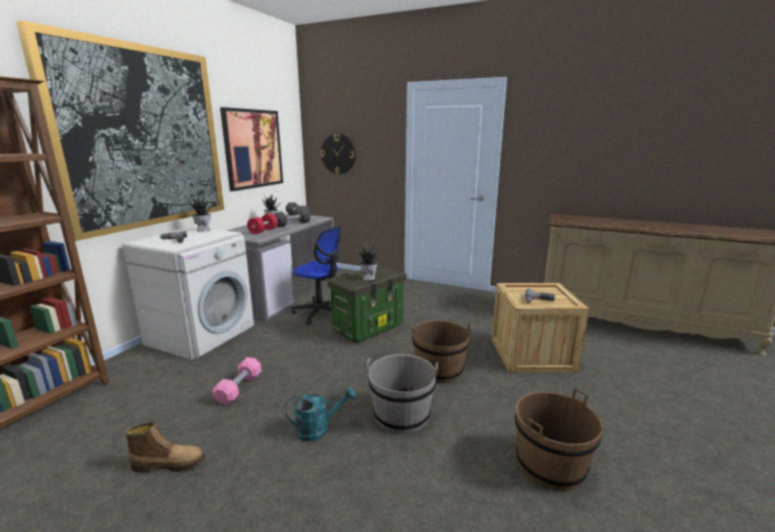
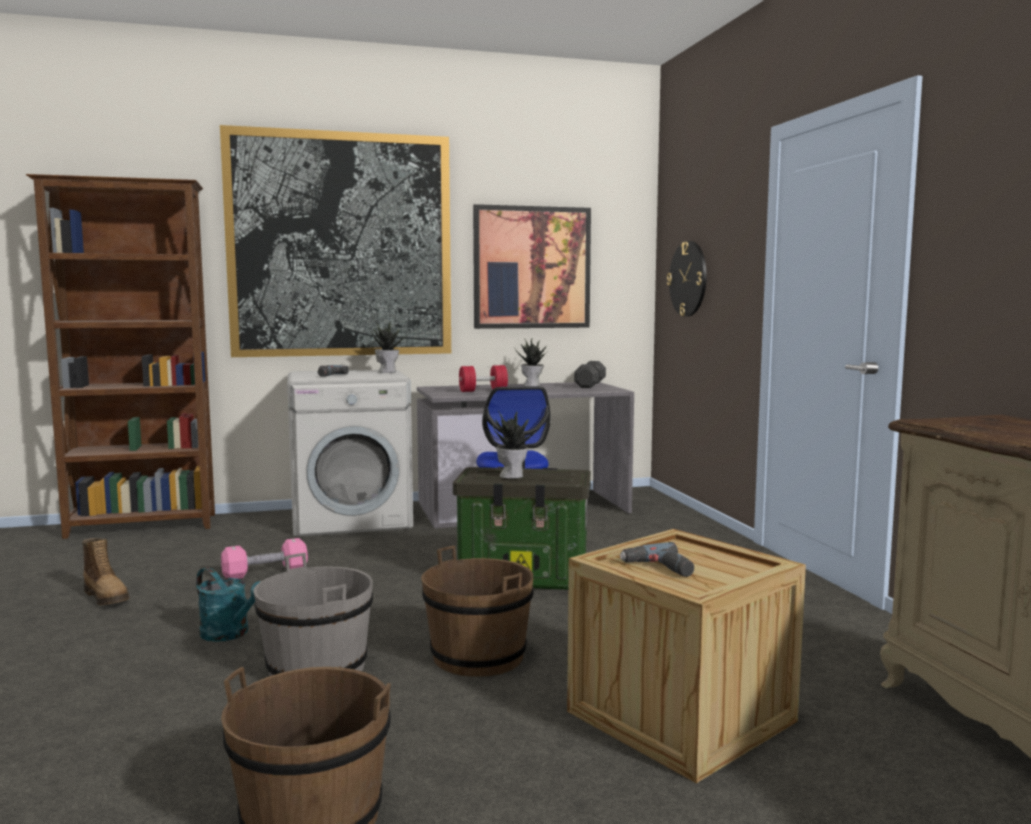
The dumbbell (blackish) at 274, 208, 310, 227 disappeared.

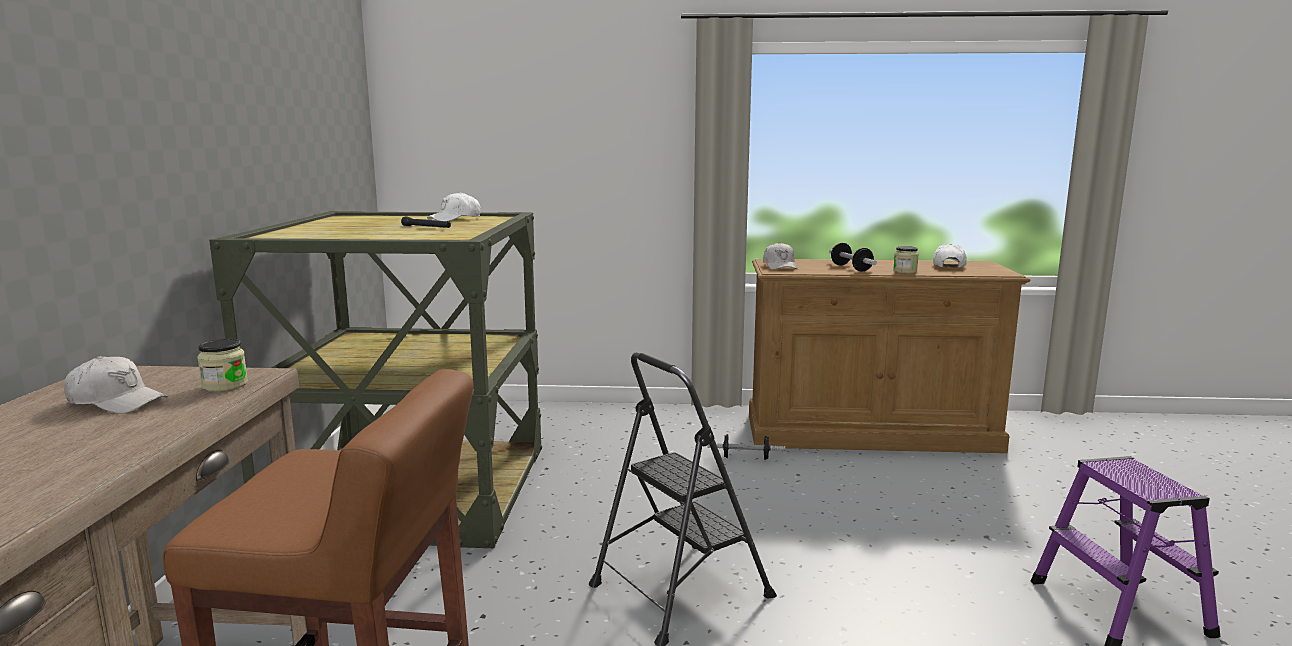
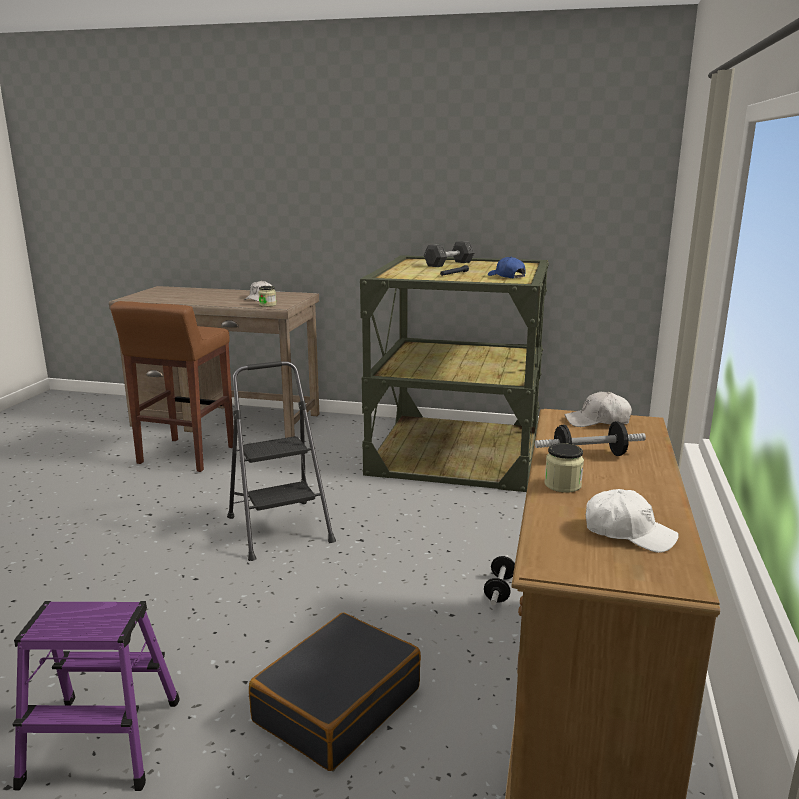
The travel case (blackish) at 249, 613, 421, 771 appeared.
The dumbbell (greyish) at 424, 241, 475, 267 appeared.
The peaked cap (white) at 427, 192, 481, 221 became the peaked cap (blue-coloured) at 488, 257, 526, 278.

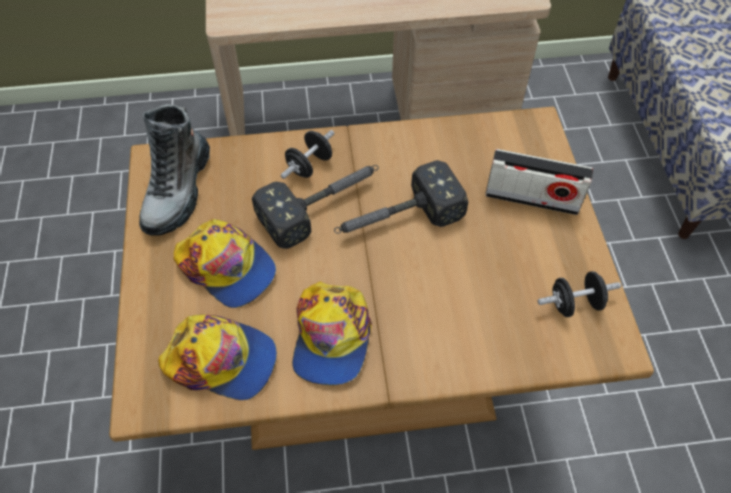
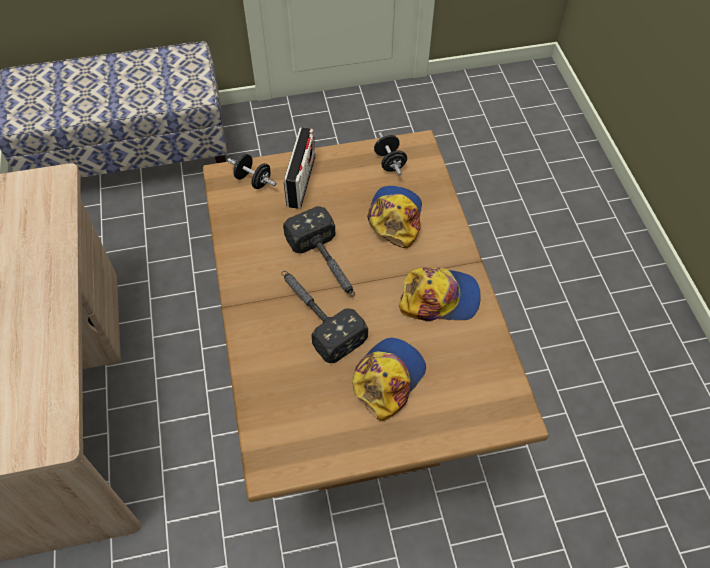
The dumbbell (blackish) moved from 281, 130, 334, 179 to 227, 154, 276, 189.
The peaked cap moved from 158, 314, 277, 400 to 367, 186, 422, 248.
The high-top boot at 139, 104, 210, 236 disappeared.

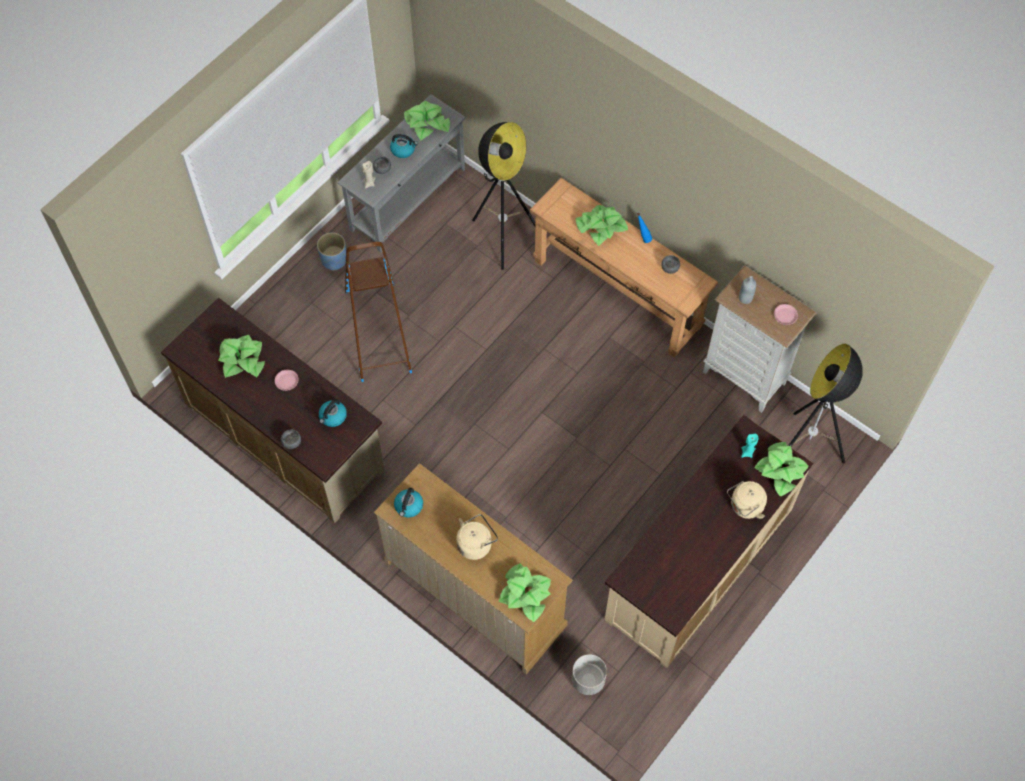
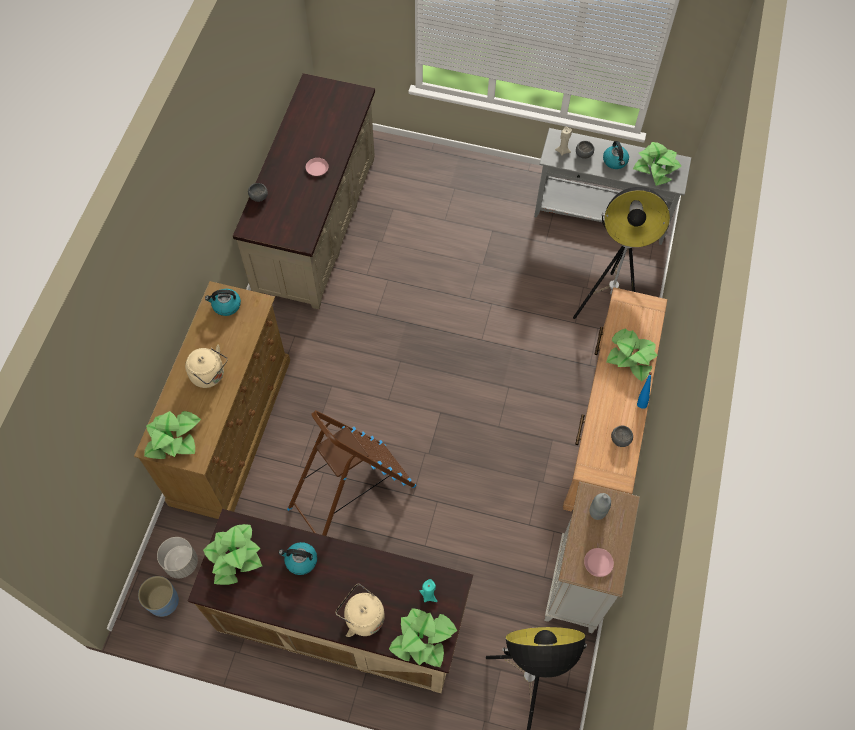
The flower pot (blue-coloured) moved from 317, 232, 346, 271 to 138, 576, 179, 617.
The plant in a pot moved from 218, 335, 265, 378 to 203, 524, 262, 585.
The water kettle moved from 319, 399, 347, 427 to 279, 542, 317, 575.
The step ladder (brown) moved from 345, 242, 412, 382 to 287, 410, 417, 536.

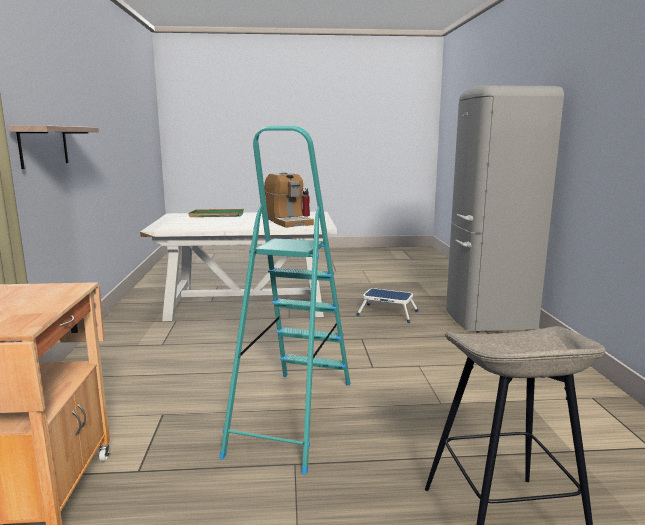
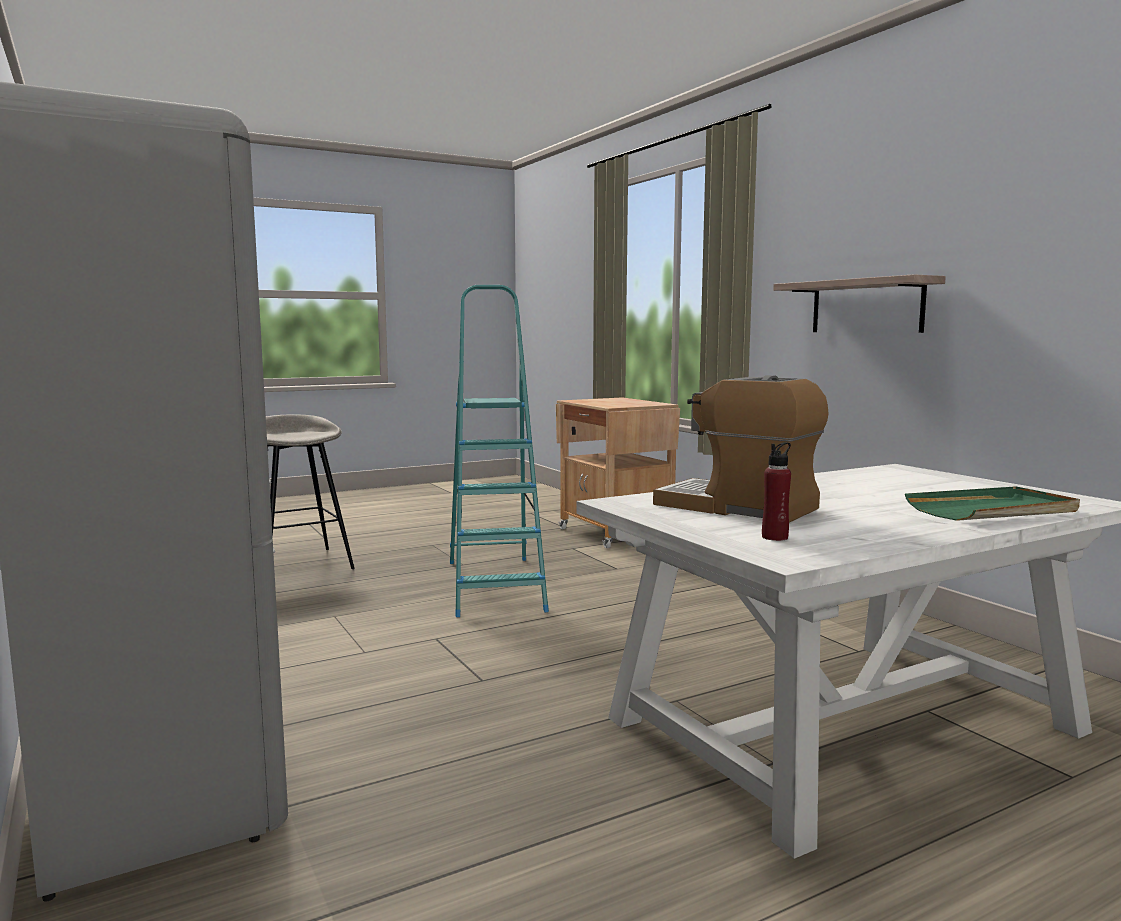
The step ladder (blue-coloured) at 356, 288, 418, 323 disappeared.

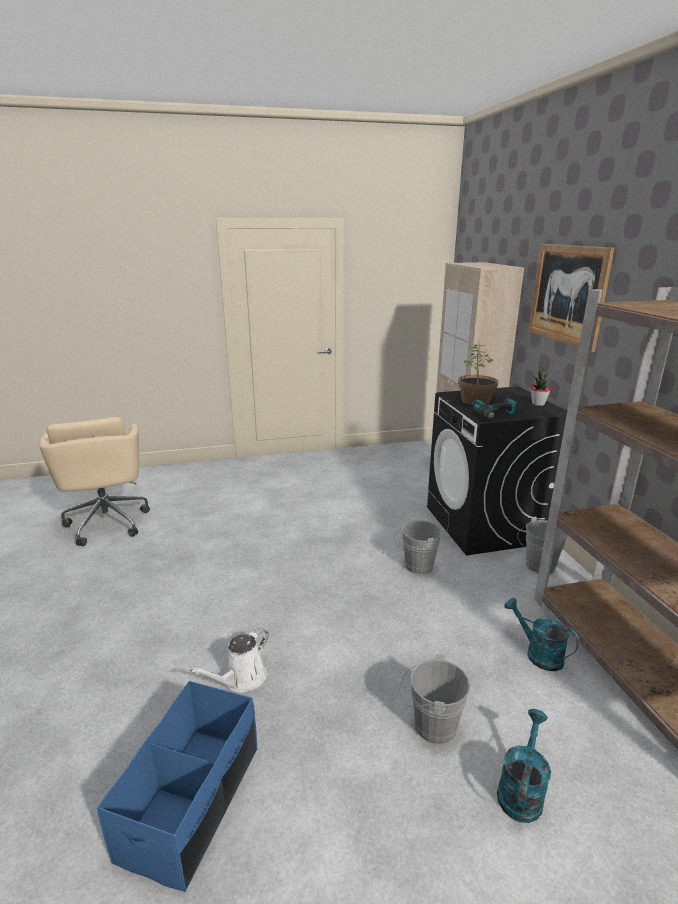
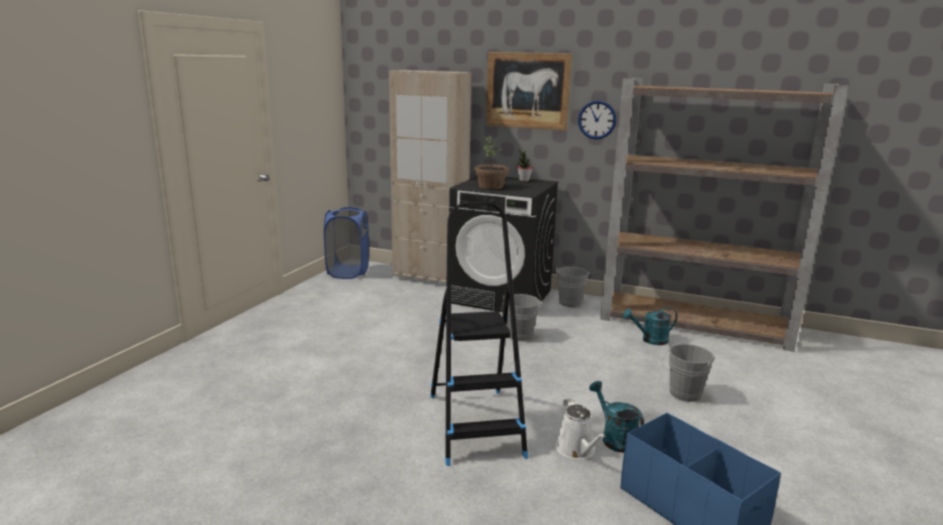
The laundry basket (blue-coloured) at 324, 207, 369, 279 appeared.
The step ladder (blackish) at 430, 202, 528, 466 appeared.
The wall clock at 578, 100, 616, 139 appeared.
The sprinkling can (turquoise) moved from 497, 709, 551, 823 to 589, 381, 644, 453.
The desk chair (sand-coloured) at 39, 417, 150, 546 disappeared.
The power drill at 471, 398, 517, 419 disappeared.

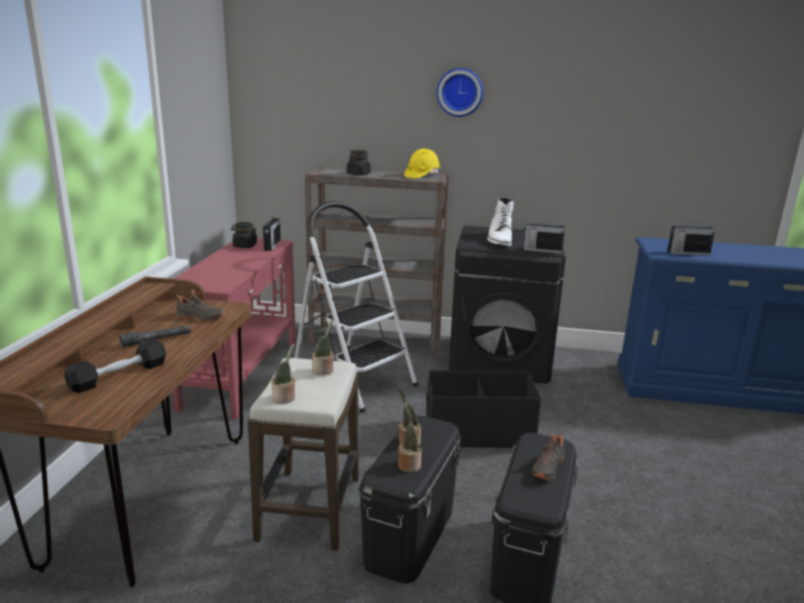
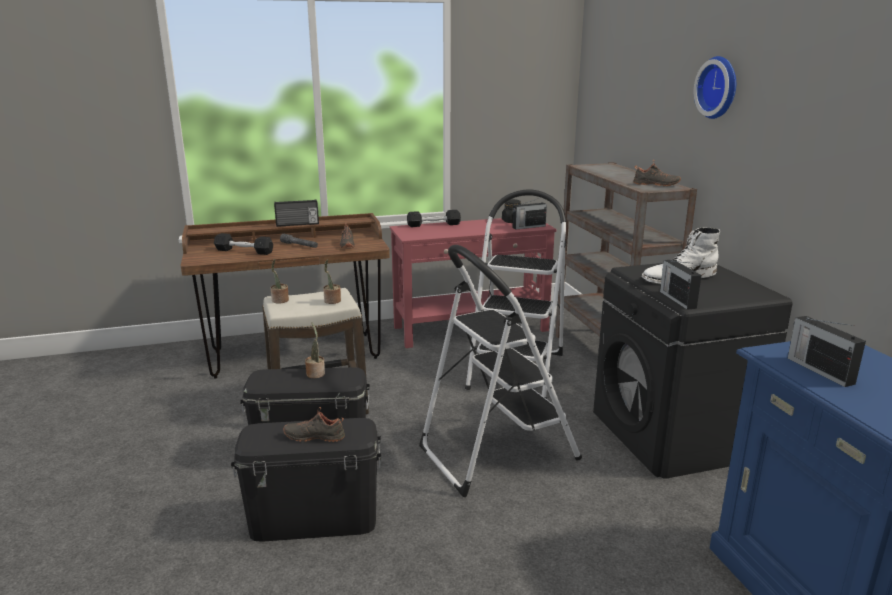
The radio at 274, 200, 319, 227 appeared.
The dumbbell (blackish) at 407, 210, 461, 227 appeared.
The storage bin (blackish) at 426, 370, 541, 448 was replaced by the step ladder at 419, 245, 582, 497.
The hard hat (yellowish) at 404, 149, 440, 179 was replaced by the shoe (blackish) at 633, 160, 681, 186.
The jar (blackish) at 347, 150, 371, 175 disappeared.
The plant in a pot at 398, 403, 422, 472 disappeared.

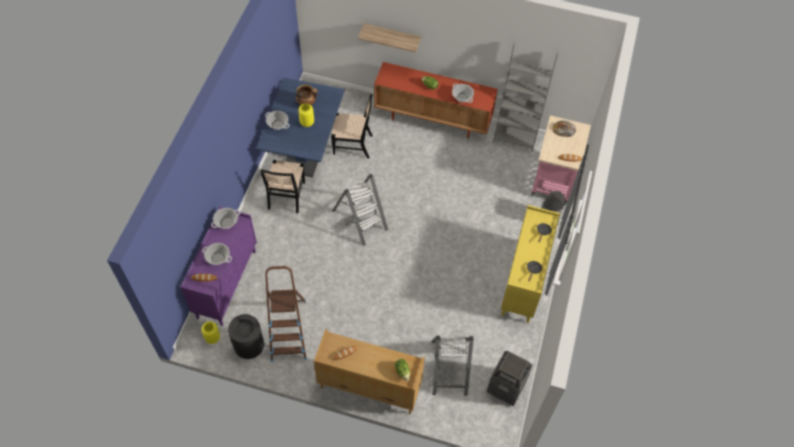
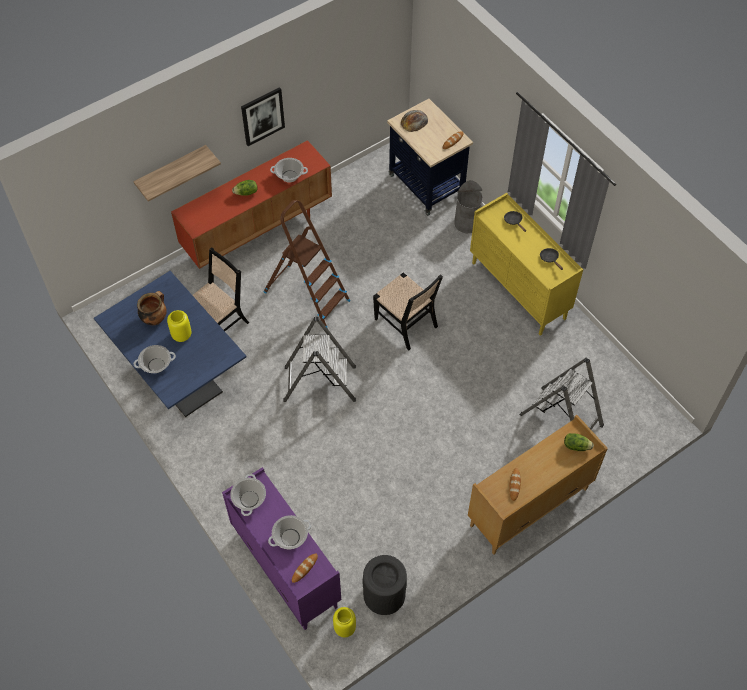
The wall art at 241, 87, 285, 146 appeared.
The step ladder (brown) moved from 266, 266, 306, 362 to 263, 200, 350, 327.
The plain chair moved from 260, 160, 305, 213 to 373, 272, 443, 351.
The trolley (pinkish) at 531, 115, 591, 205 became the trolley (blue-coloured) at 387, 99, 473, 216.
The rubbish bin at 486, 351, 533, 406 disappeared.
The shelving unit (greyish) at 493, 41, 559, 152 disappeared.

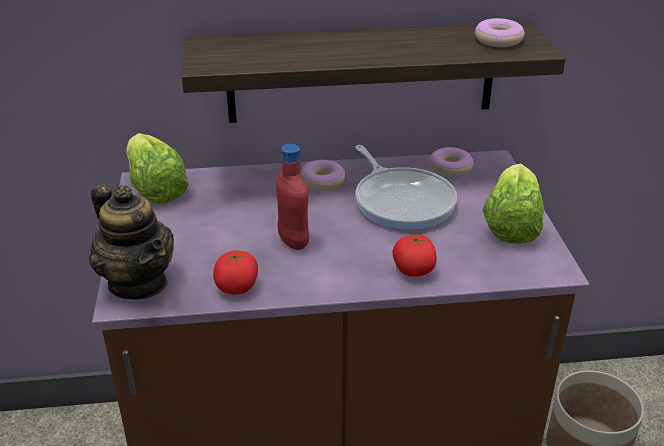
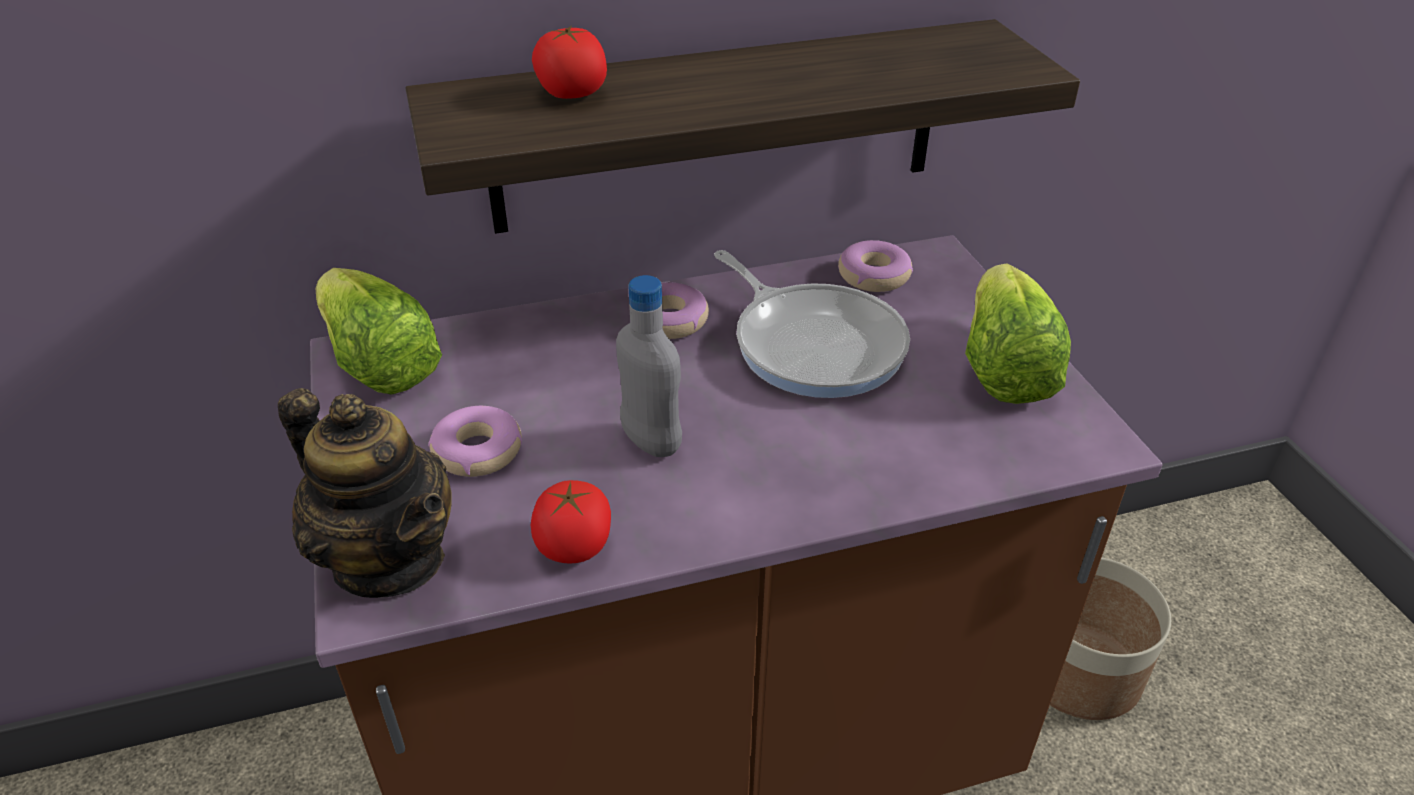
The doughnut moved from 474, 18, 525, 47 to 428, 406, 522, 477.
The tomato moved from 392, 234, 437, 277 to 532, 25, 607, 99.
The bottle (reddish) at 276, 144, 309, 250 became the bottle (greyish) at 616, 275, 682, 457.

